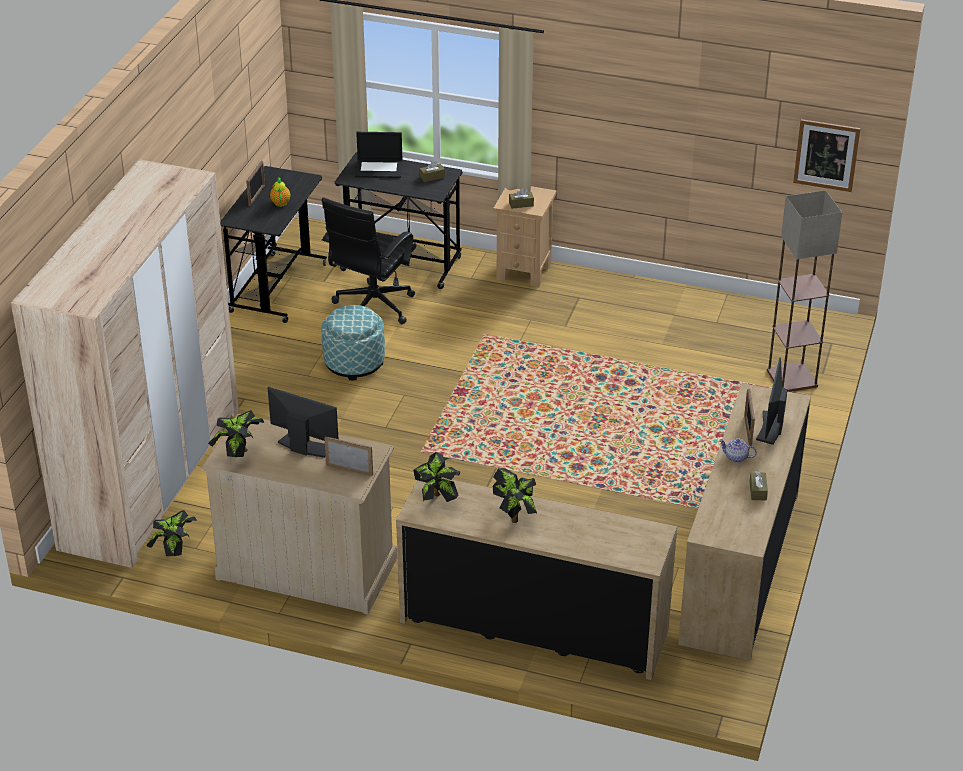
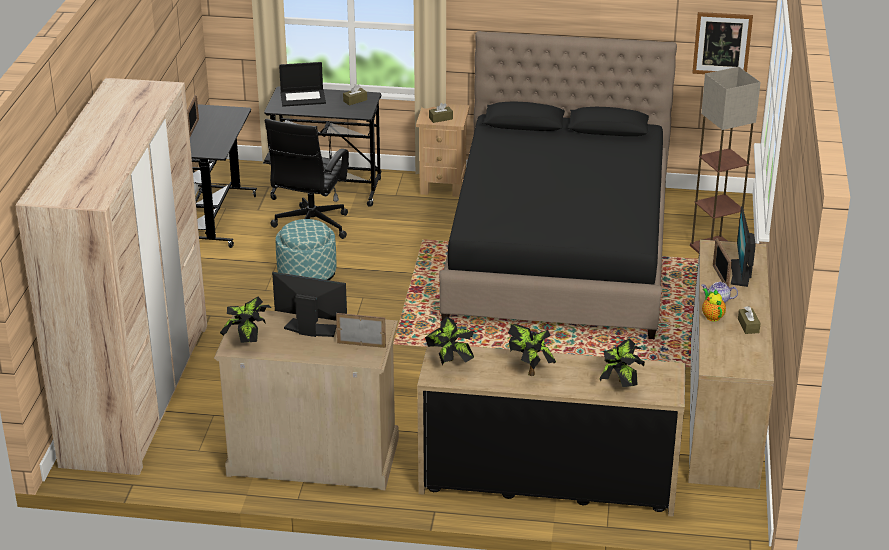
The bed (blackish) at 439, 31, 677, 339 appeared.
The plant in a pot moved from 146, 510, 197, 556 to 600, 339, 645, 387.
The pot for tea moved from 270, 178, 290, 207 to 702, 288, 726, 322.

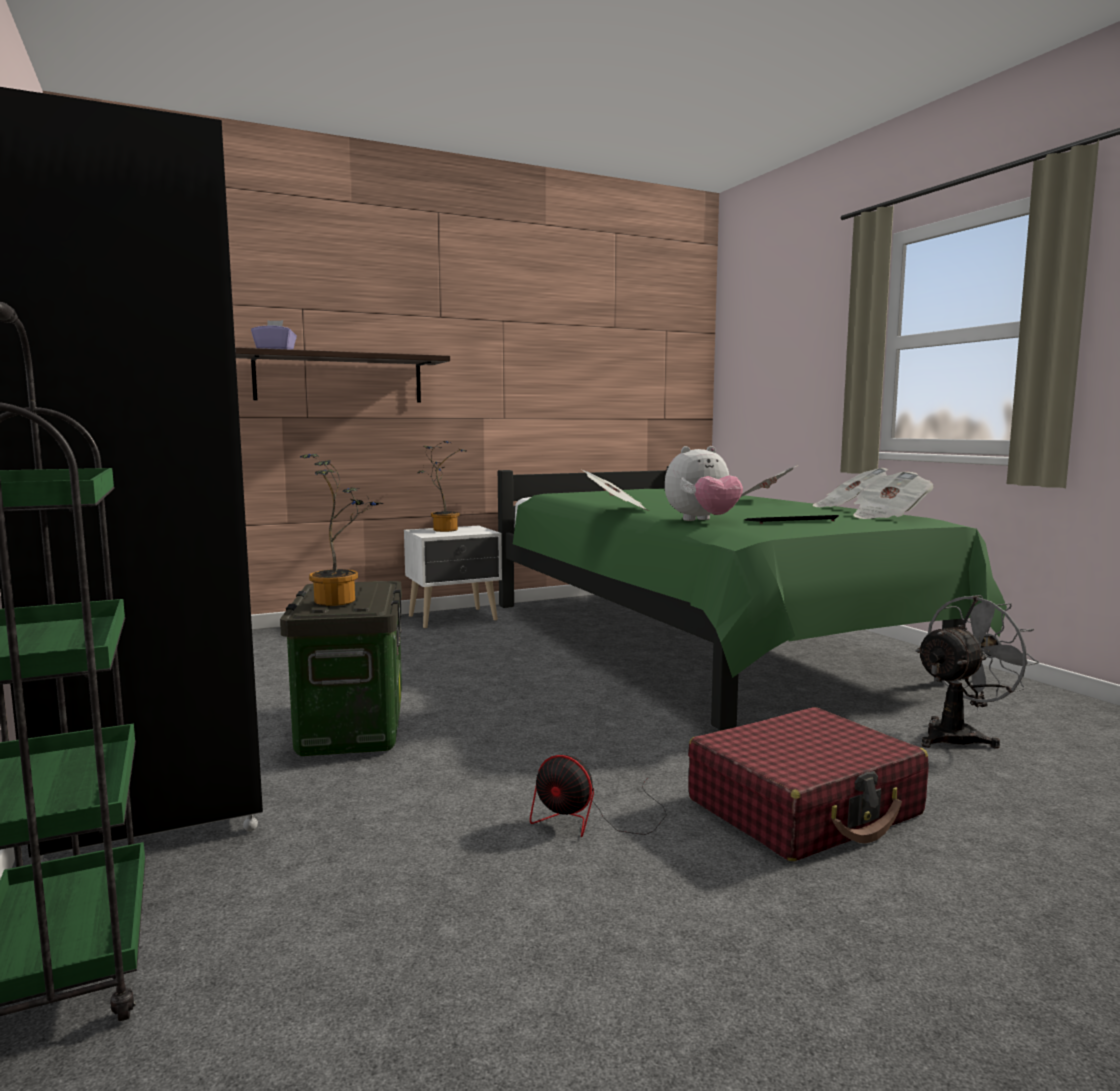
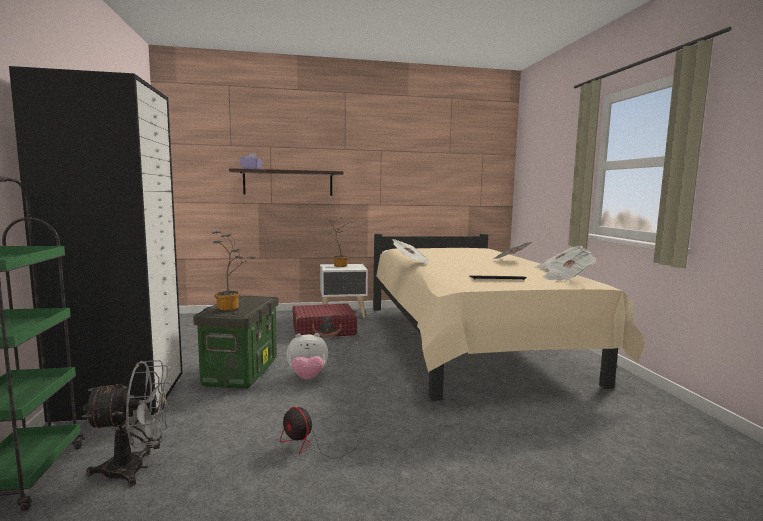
The electric fan (greyish) moved from 915, 595, 1039, 748 to 82, 360, 171, 487.
The cuddly toy moved from 665, 446, 743, 521 to 287, 333, 328, 379.
The travel case (reddish) moved from 688, 707, 929, 861 to 292, 303, 357, 338.
The bed (green) at 498, 466, 1007, 730 became the bed (sand-coloured) at 373, 234, 645, 401.

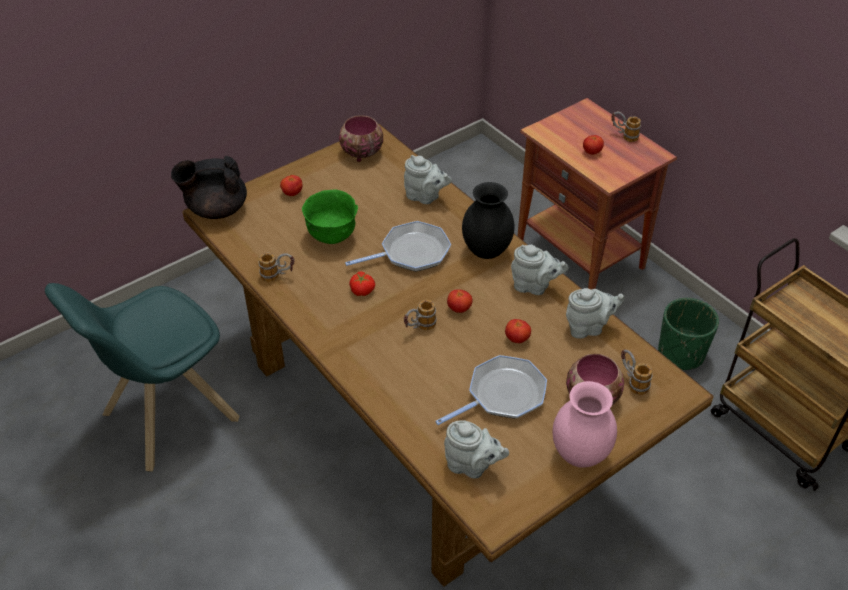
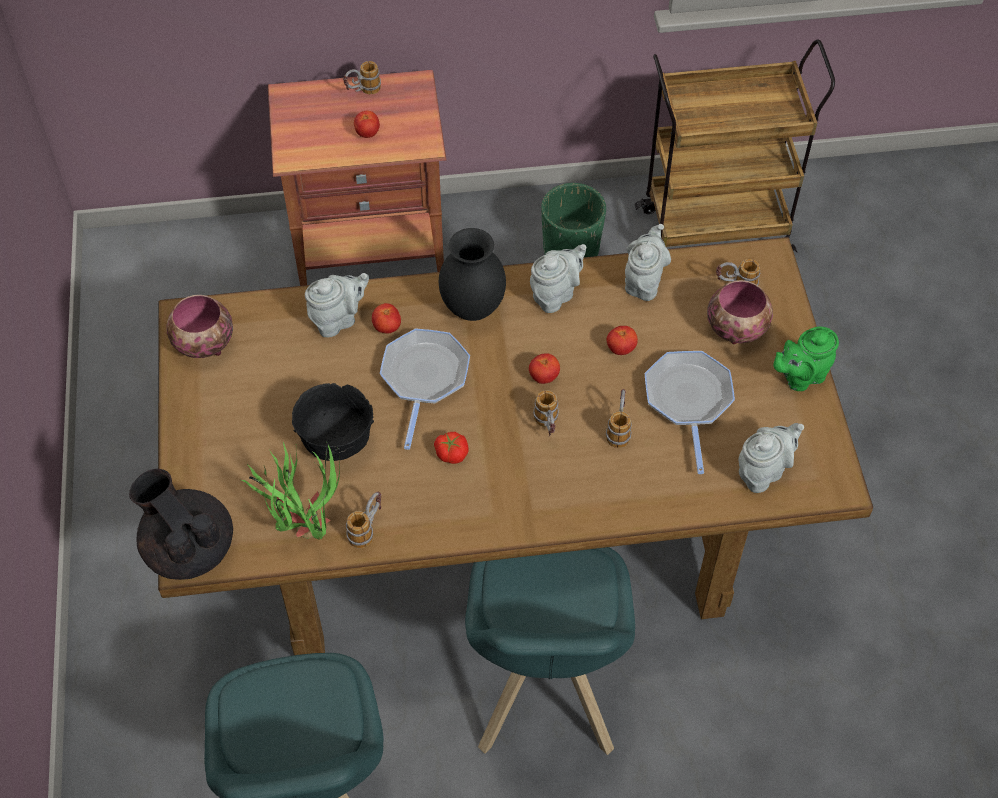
The pot for tea (blackish) at 171, 156, 247, 219 turned 120 degrees clockwise.
The plant in a pot at 241, 442, 340, 540 appeared.
The bowl (green) at 302, 189, 358, 244 became the bowl (blackish) at 292, 383, 374, 461.
The tomato moved from 280, 175, 303, 196 to 372, 303, 401, 333.
The plain chair (turquoise) at 465, 547, 635, 755 appeared.
The coffee mug at 606, 389, 632, 448 appeared.
The flower vase (pinkish) at 552, 381, 617, 468 was replaced by the pot for tea (green) at 773, 327, 839, 391.

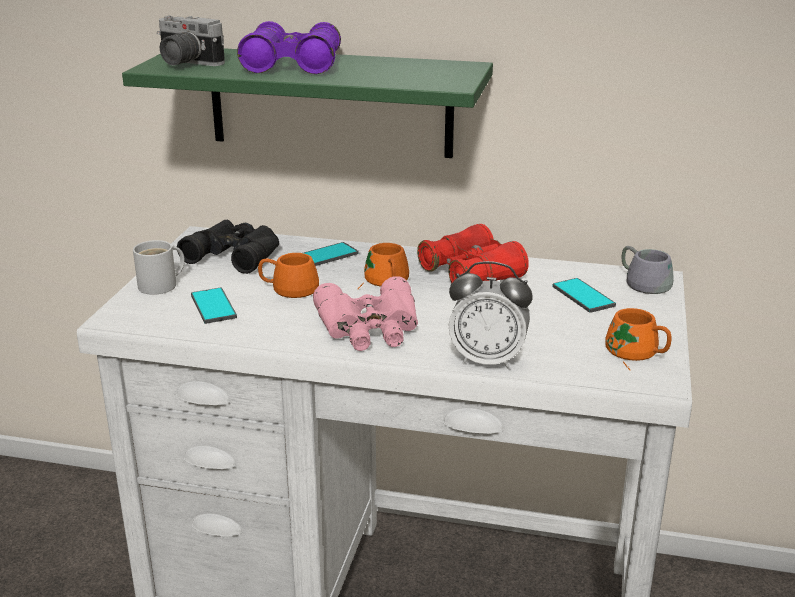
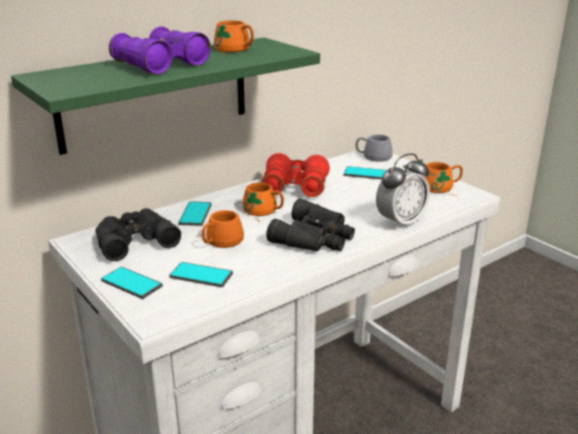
The coffee mug (white) at 133, 240, 185, 295 was replaced by the telephone at 101, 267, 163, 299.
The coffee mug (orange-coloured) at 214, 21, 254, 56 appeared.
The binoculars (pinkish) at 313, 276, 418, 351 became the binoculars (blackish) at 266, 198, 355, 252.
The photo camera at 157, 16, 225, 66 disappeared.

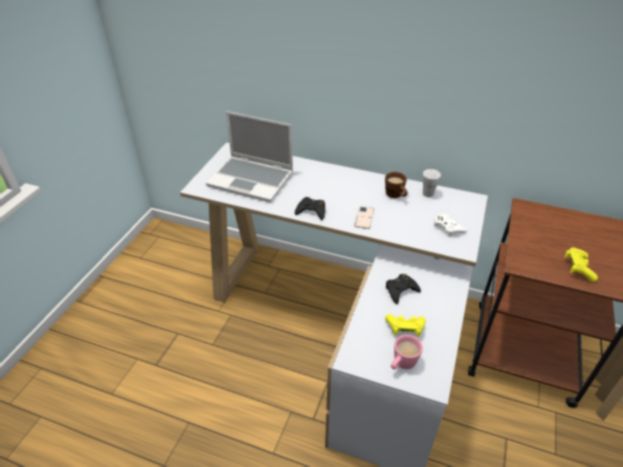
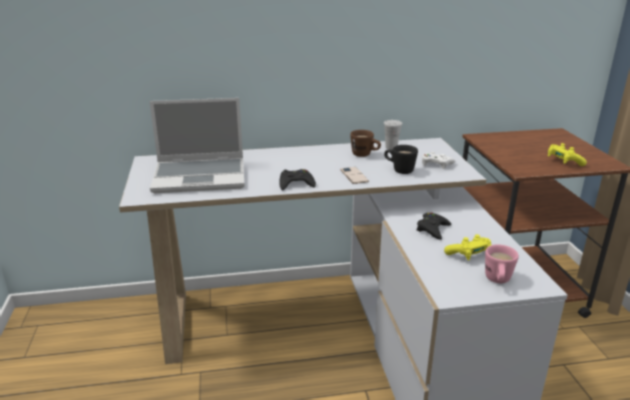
The coffee mug (blackish) at 384, 145, 418, 174 appeared.

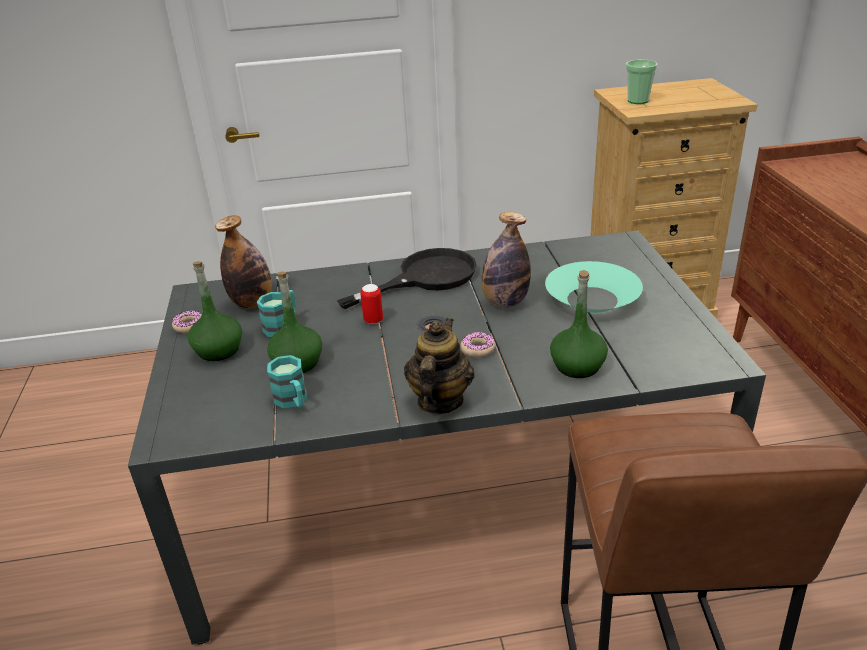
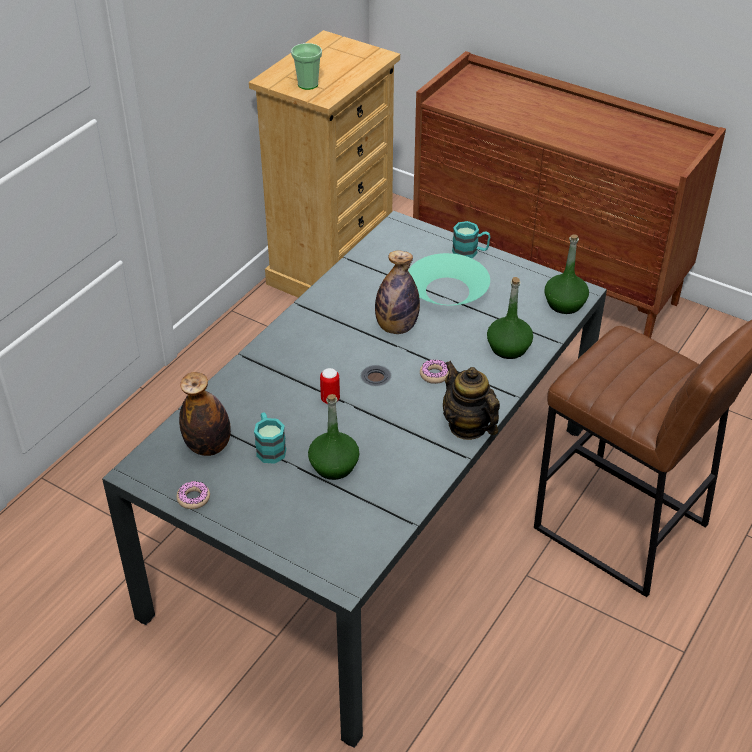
The coffee mug (turquoise) moved from 267, 355, 307, 408 to 452, 221, 490, 258.
The bottle (green) moved from 188, 261, 242, 361 to 544, 234, 589, 314.
The skillet (blackish) at 337, 248, 477, 309 disappeared.

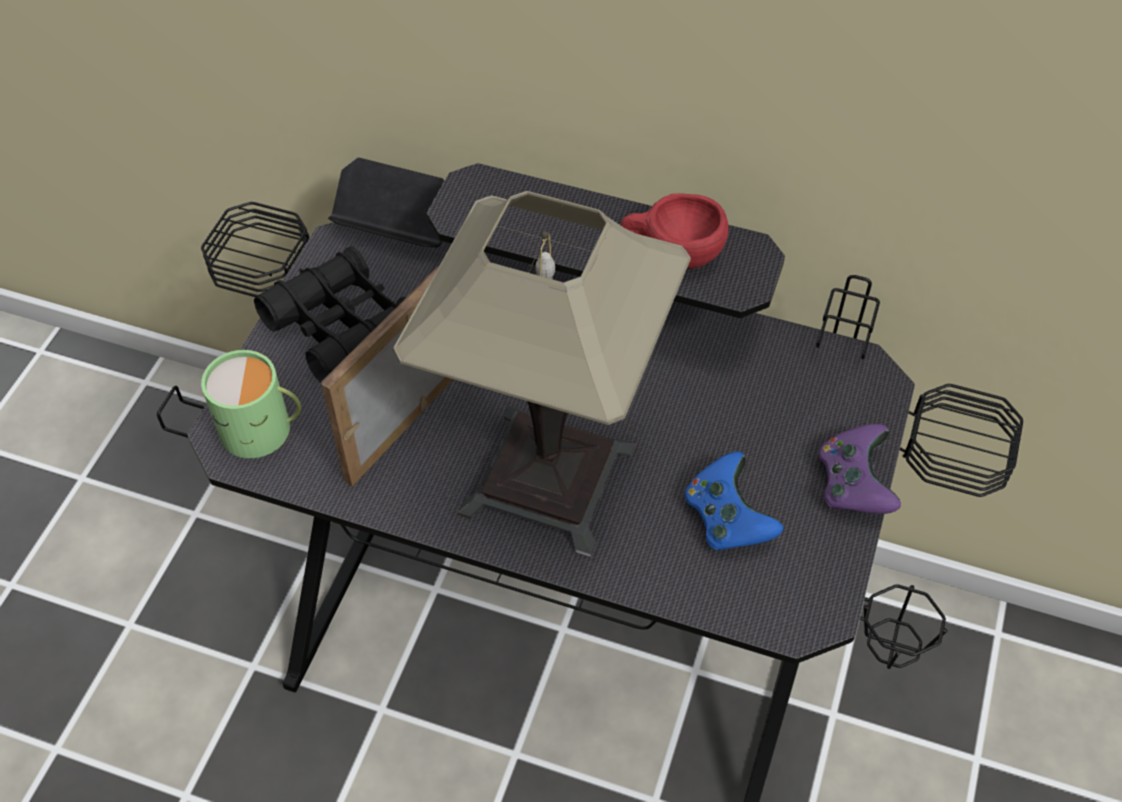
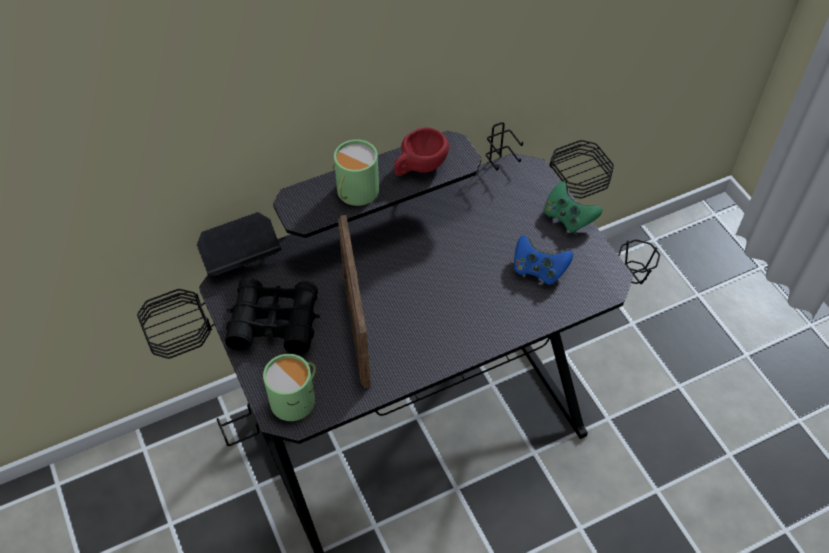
The coffee mug (green) at 333, 139, 379, 206 appeared.
The gamepad (purple) at 819, 424, 901, 514 became the gamepad (green) at 544, 182, 603, 233.
The lamp for a table at 393, 191, 691, 557 disappeared.

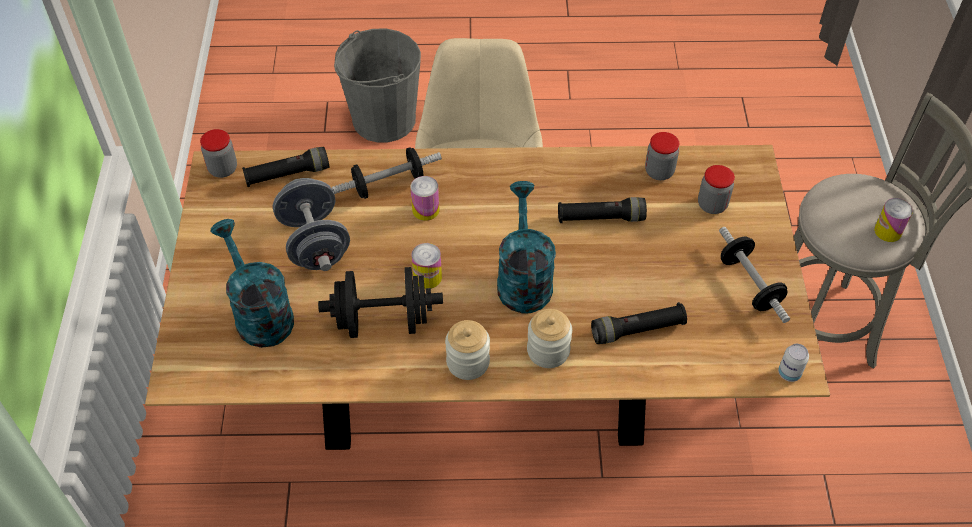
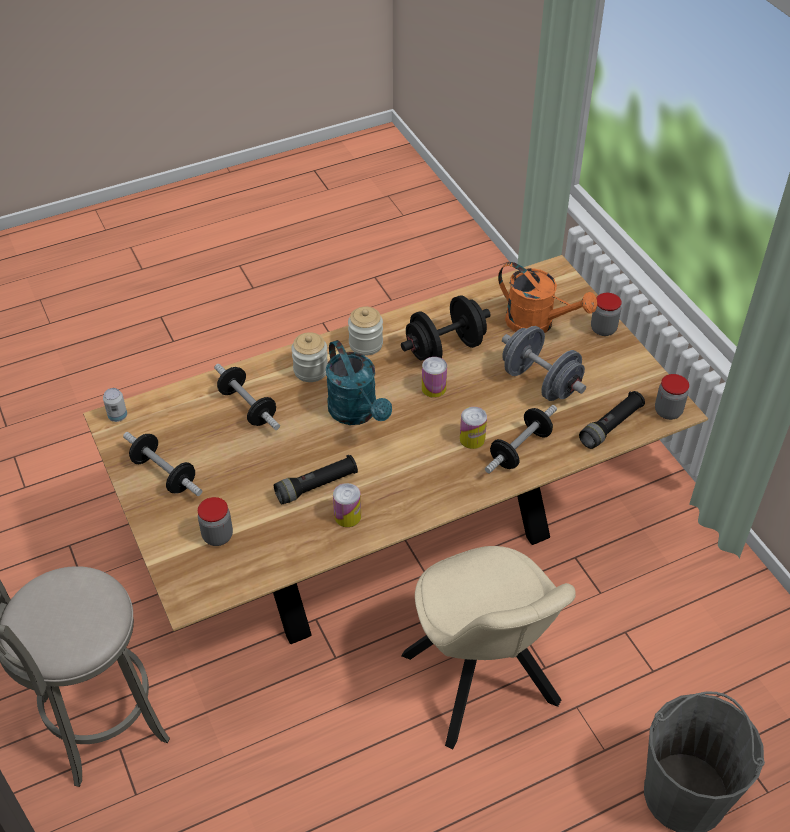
The torch (blackish) at 591, 302, 687, 344 was replaced by the dumbbell at 214, 364, 280, 430.
The metal can moved from 874, 198, 913, 242 to 333, 483, 361, 527.
The sprinkling can (turquoise) at 210, 219, 294, 348 became the sprinkling can (orange-coloured) at 498, 262, 597, 333.
The jar moved from 645, 132, 679, 180 to 591, 293, 622, 336.

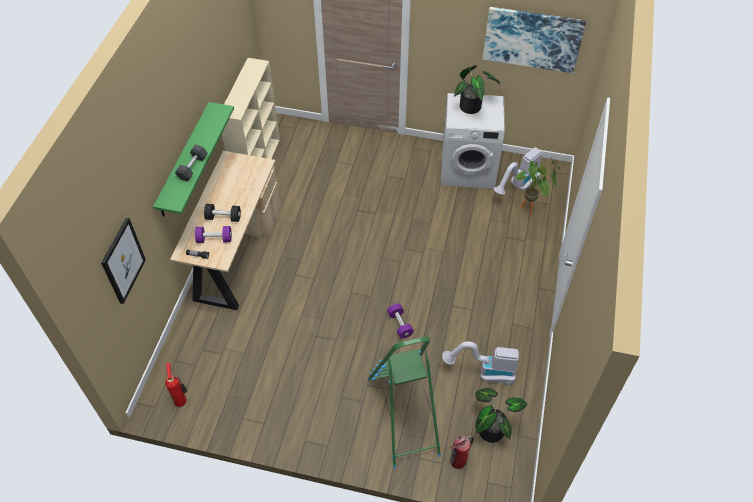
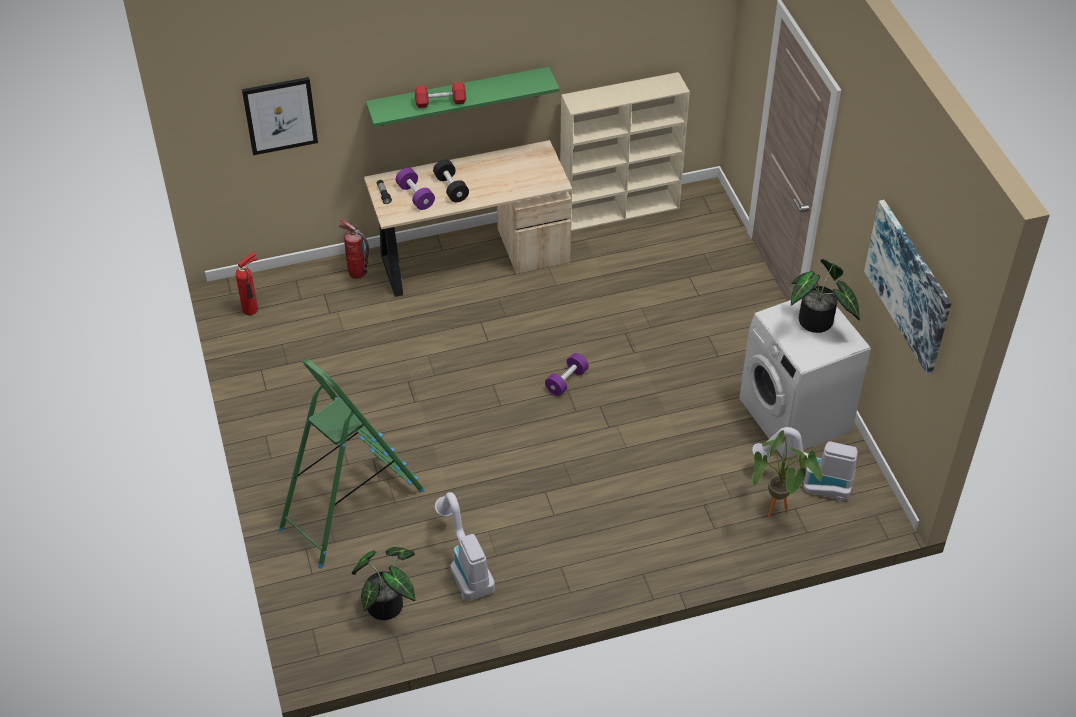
The fire extinguisher moved from 450, 435, 474, 469 to 339, 220, 369, 279.
The dumbbell (blackish) at 175, 145, 207, 182 became the dumbbell (reddish) at 415, 82, 466, 108.
The dumbbell (purple) moved from 387, 304, 414, 339 to 545, 353, 589, 396.

